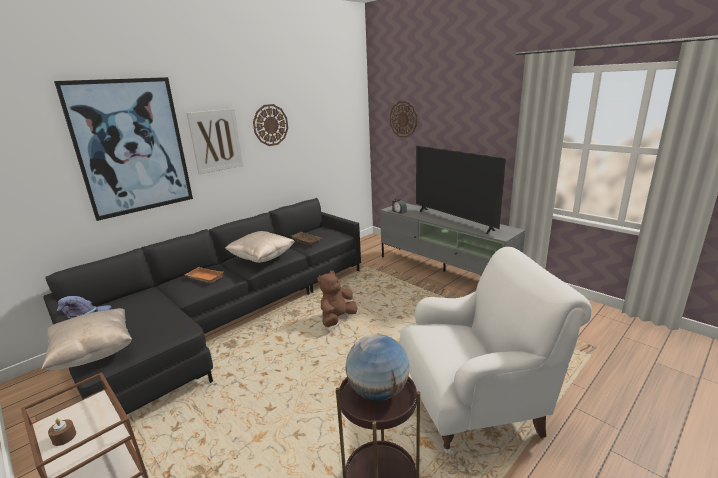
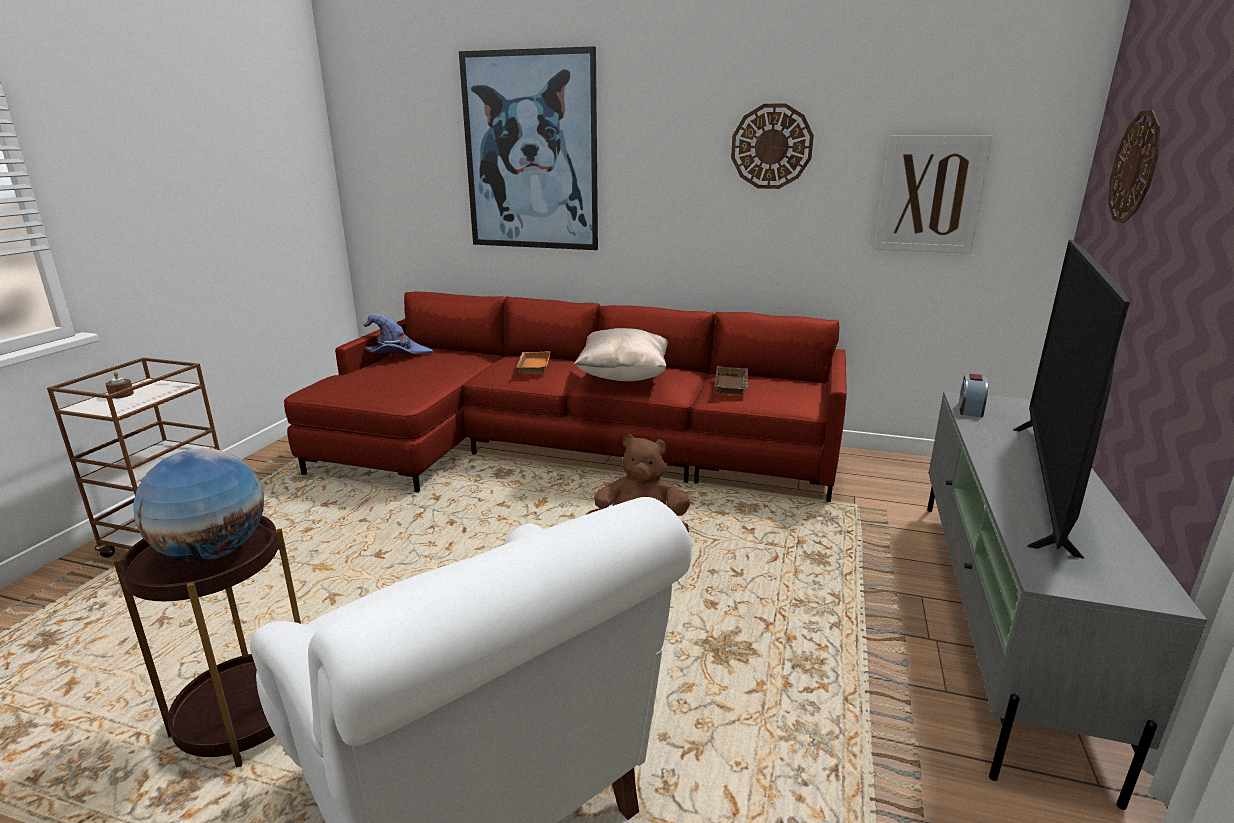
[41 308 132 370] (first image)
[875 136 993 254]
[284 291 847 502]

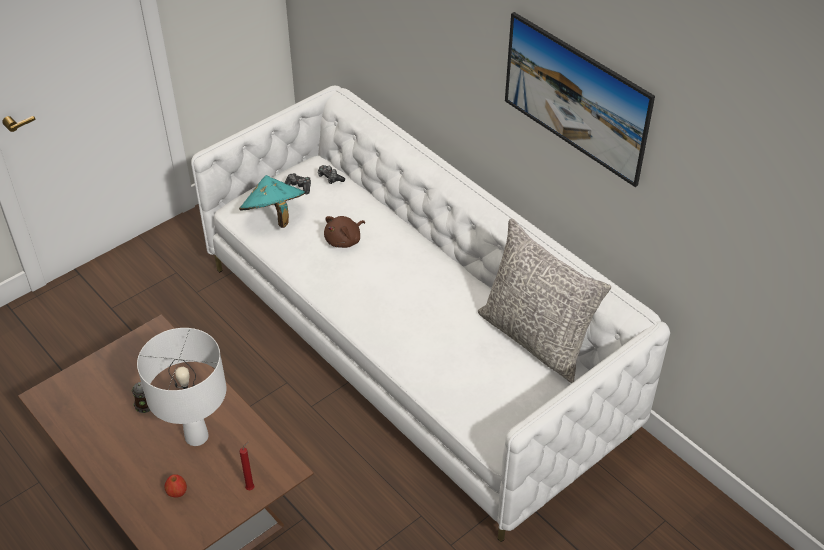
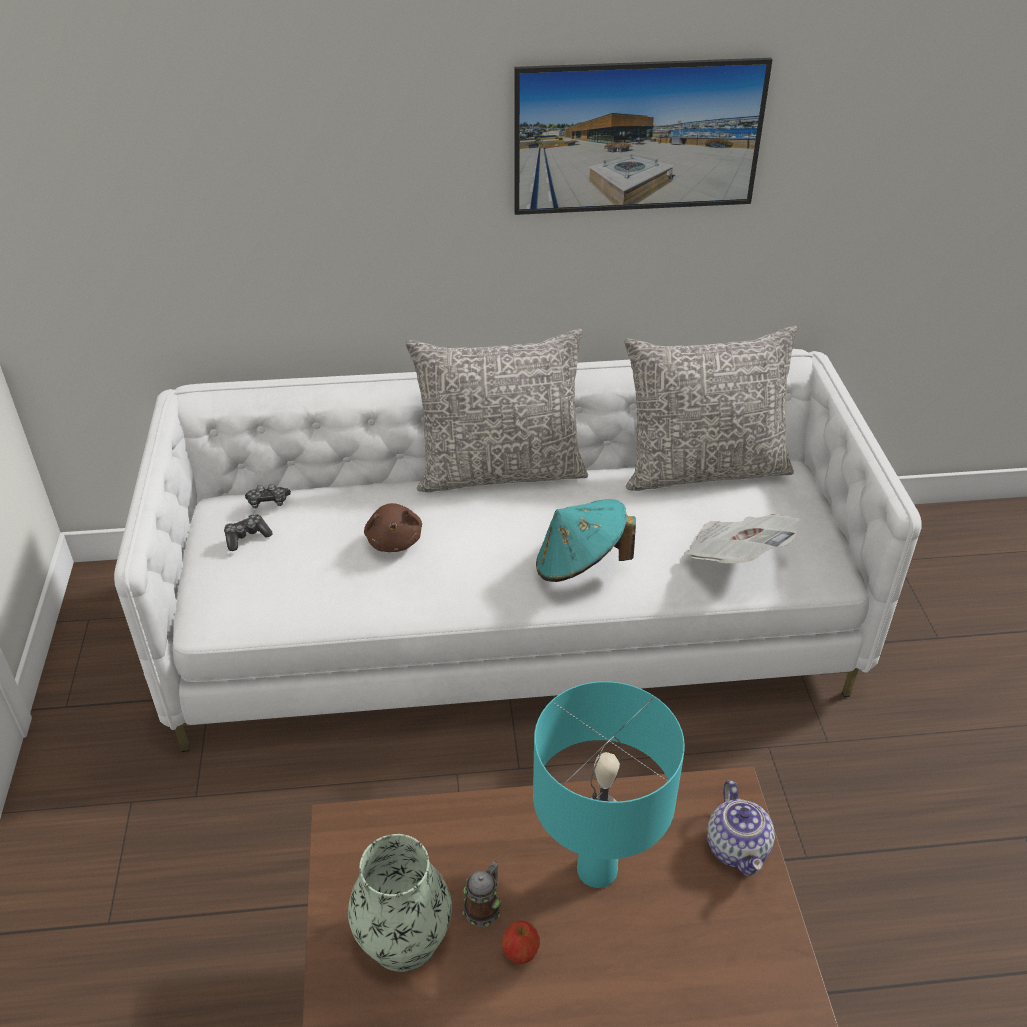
[348 834 452 972]
[406 328 588 492]
[683 514 799 564]
[502 921 540 964]
[536 499 636 582]
[707 780 775 876]
[533 681 685 888]

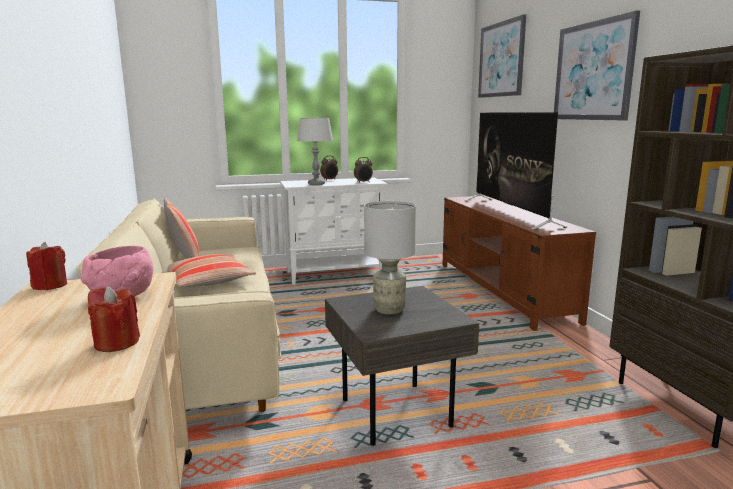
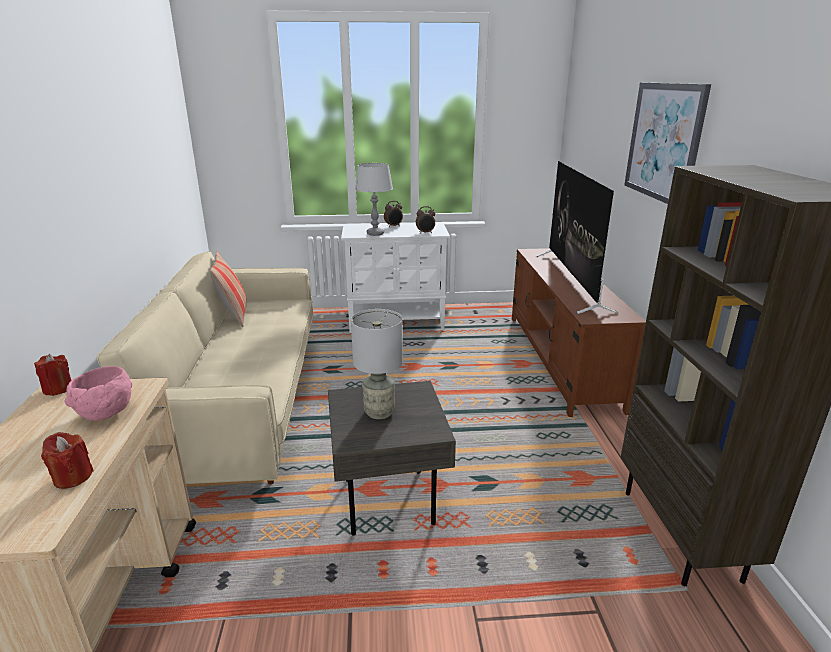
[168 254 256 287] (first image)
[478 14 526 98] (first image)

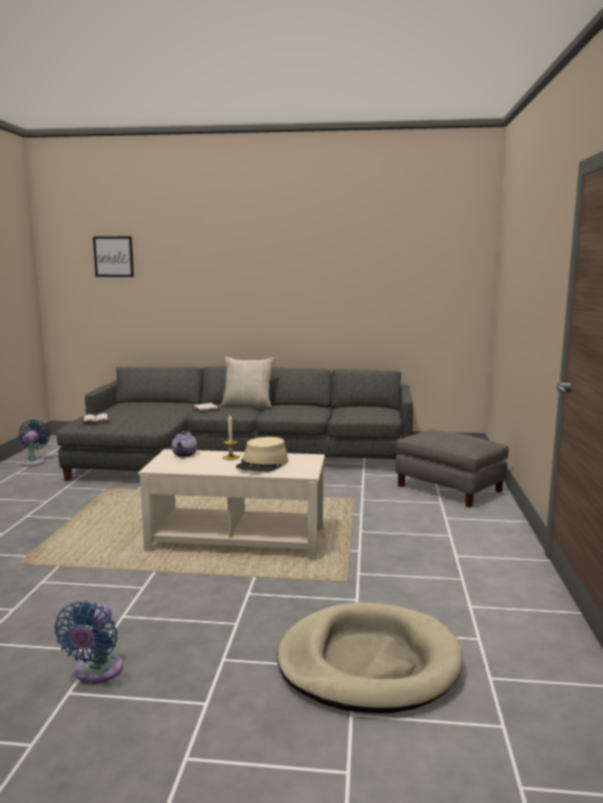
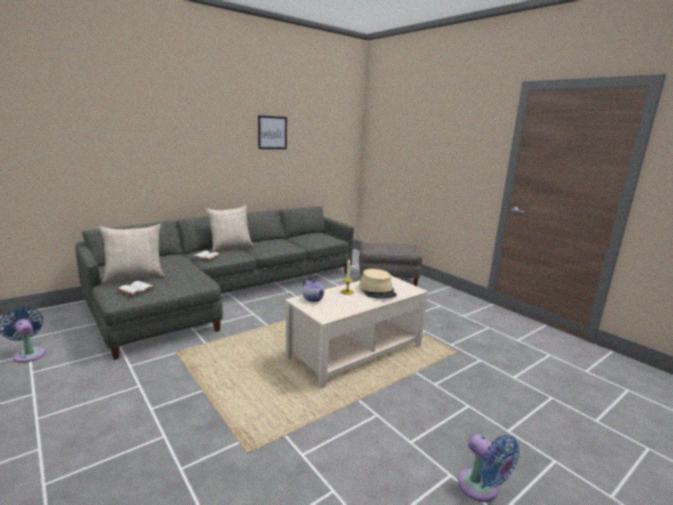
[277 602 463 714] (first image)
[99 224 165 283]
[258 115 287 149]

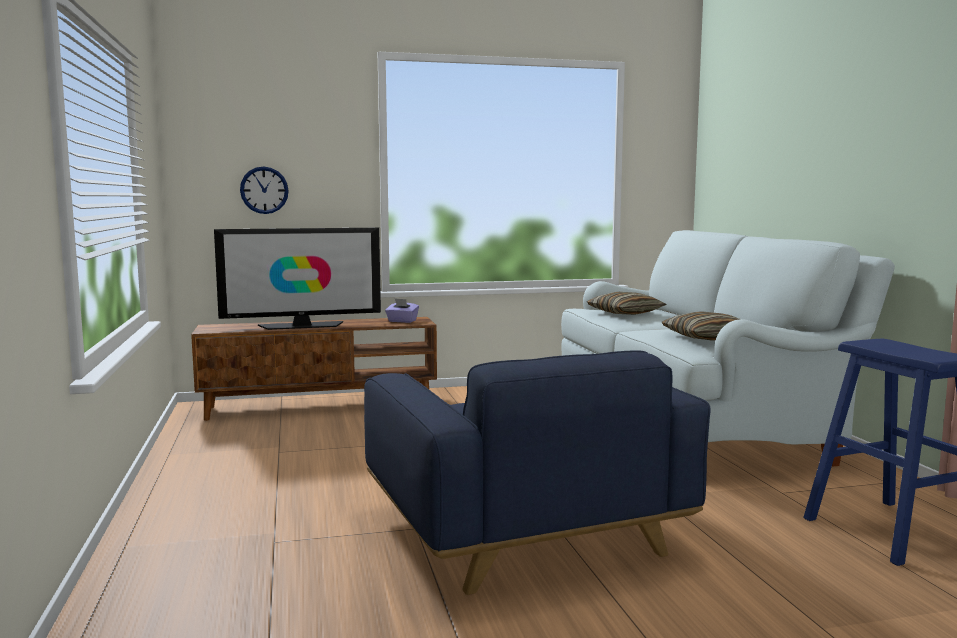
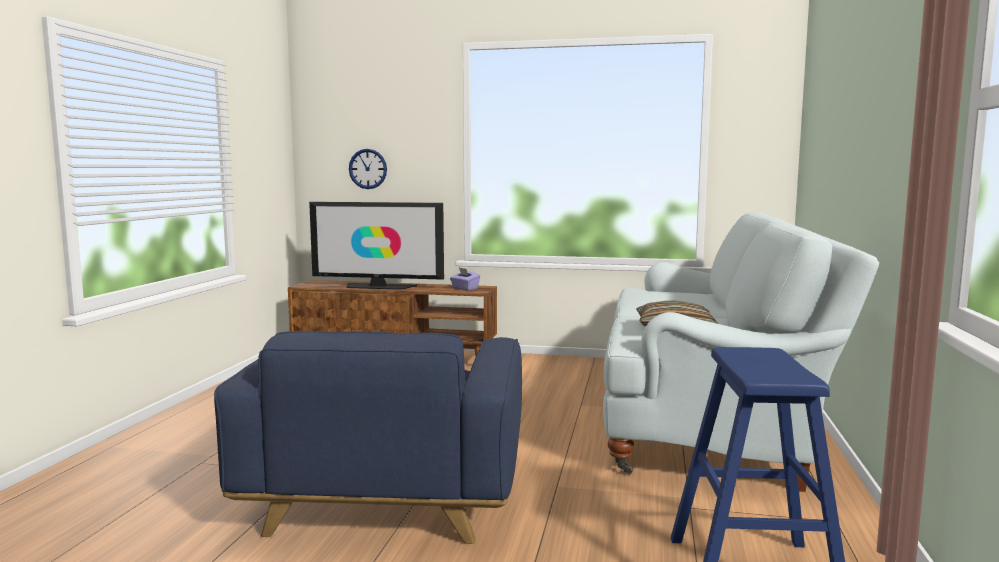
[587 292 667 315] (first image)

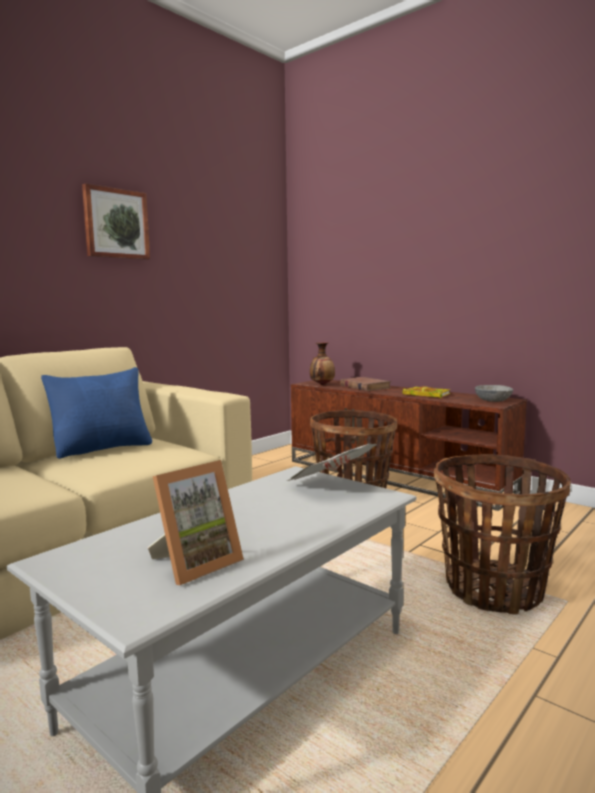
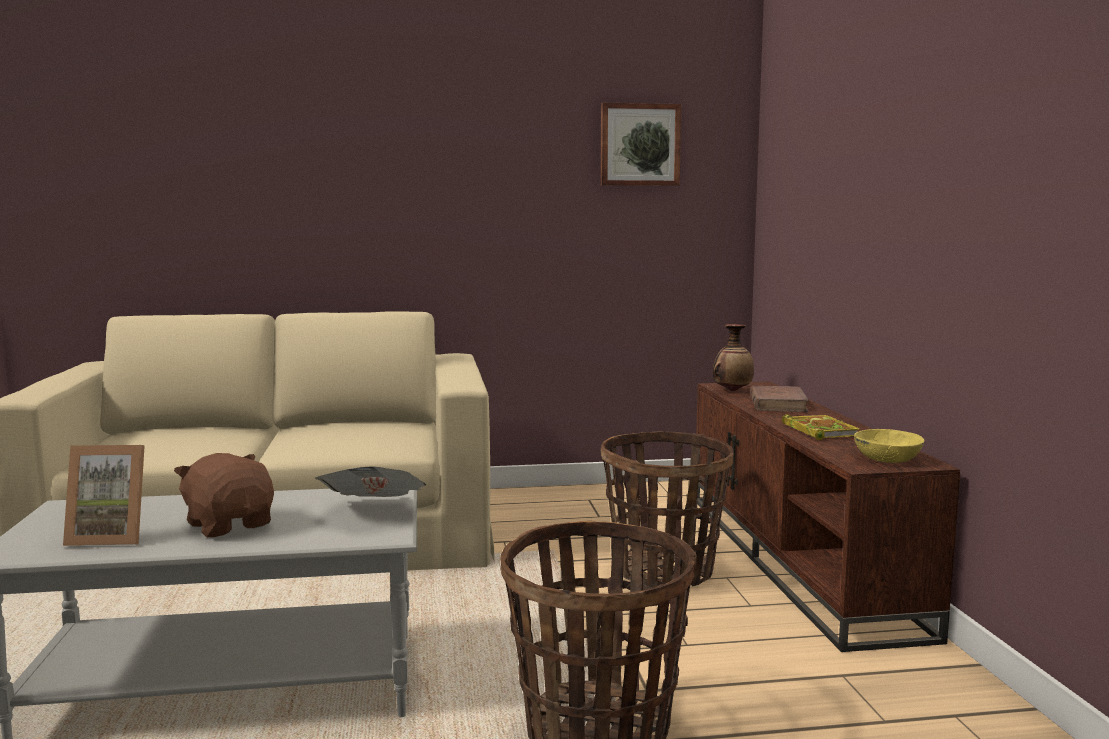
[41 367 152 459] (first image)
[174 453 274 537]
[600 103 681 186]
[854 429 924 463]

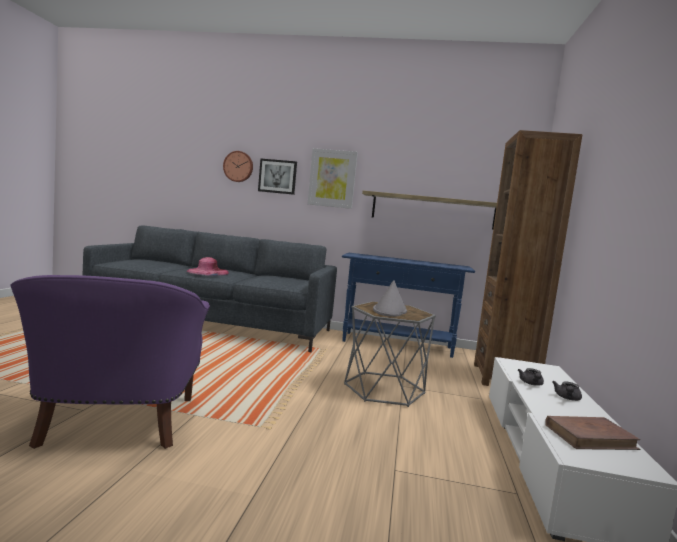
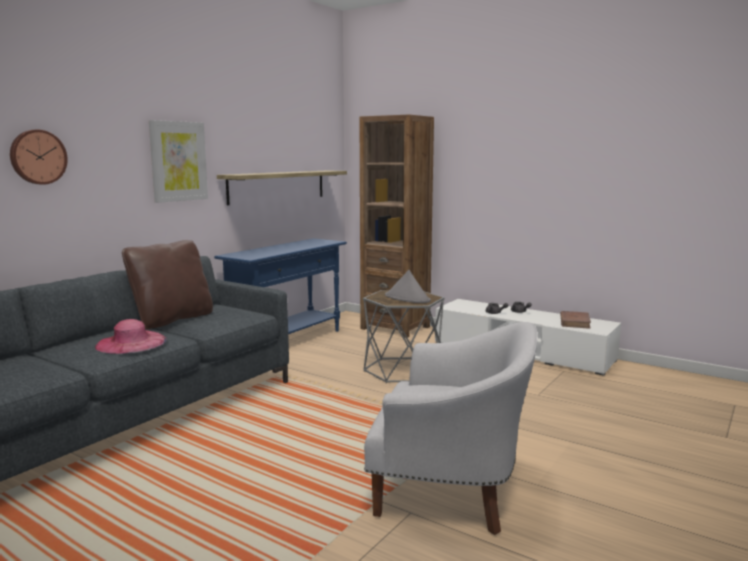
[258 158 297 195] (first image)
[122 240 213 329]
[364 322 538 535]

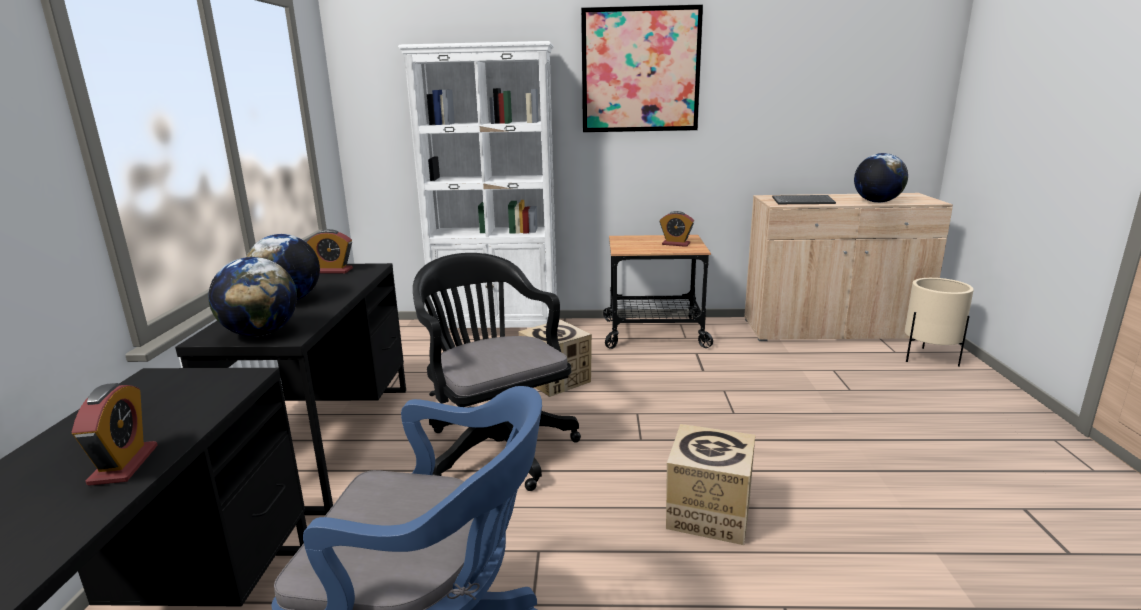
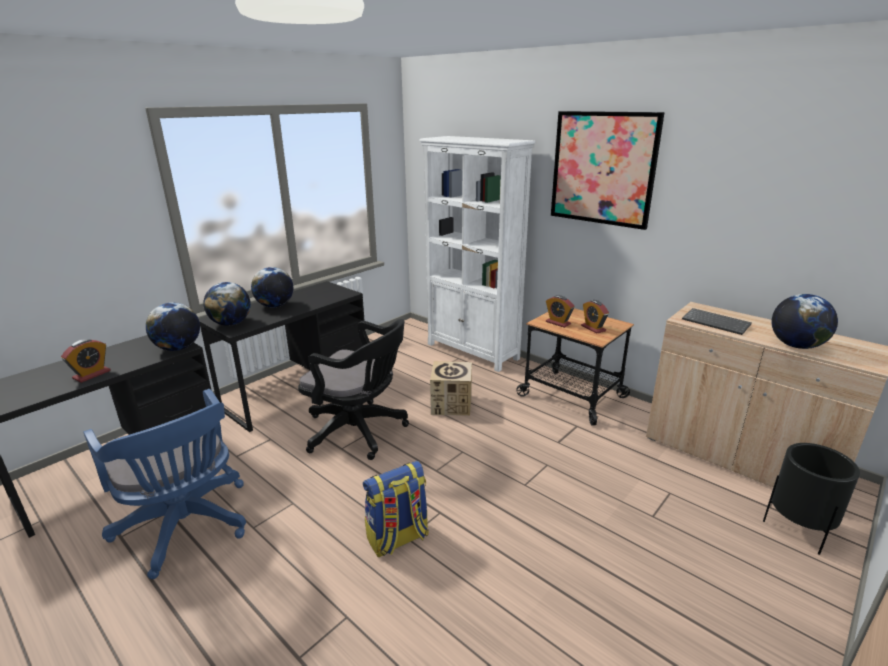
[146 303 200 351]
[546 295 574 328]
[363 461 429 557]
[763 443 860 555]
[298 319 409 460]

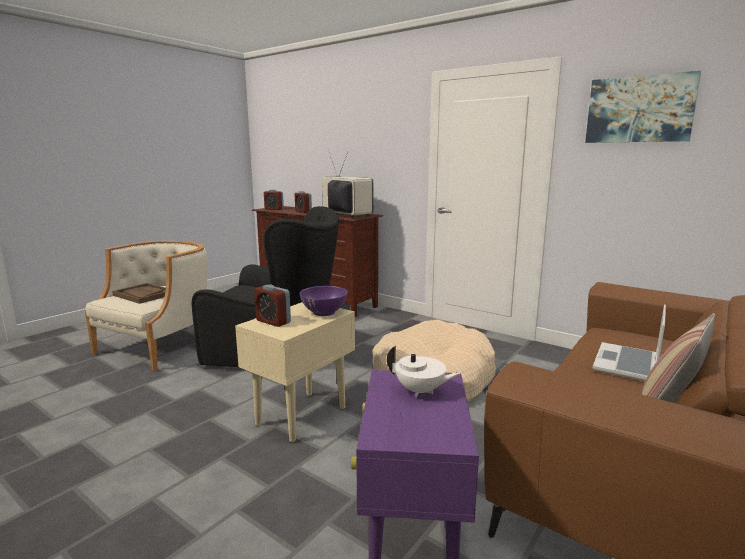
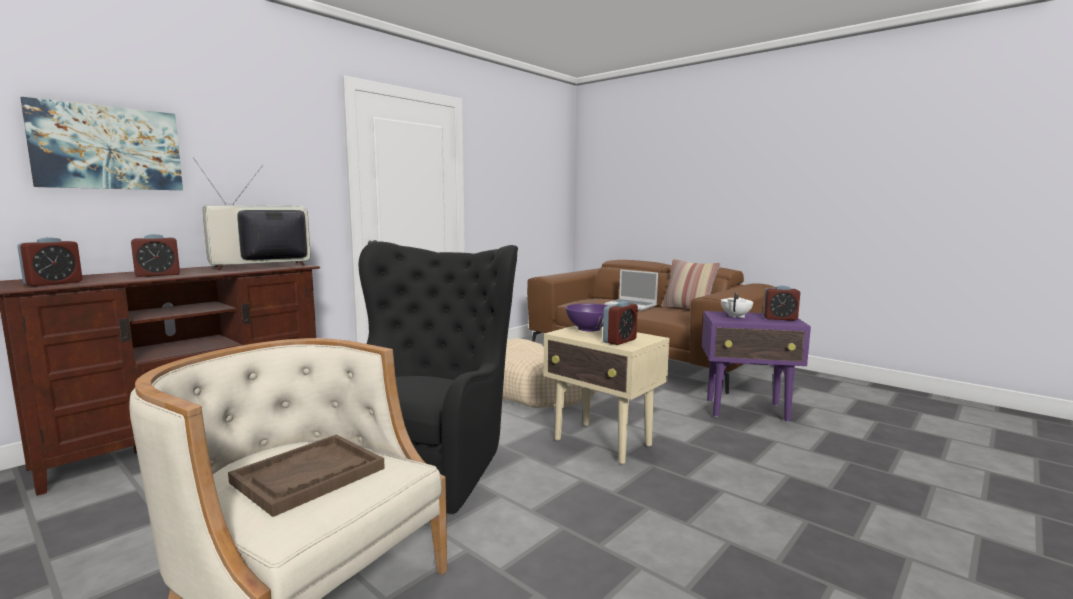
[763 285 800 320]
[20 97 183 190]

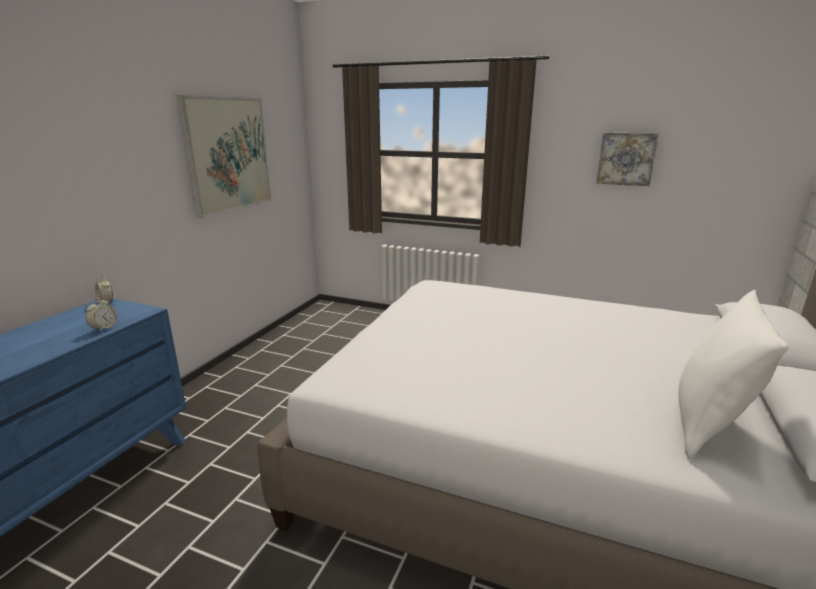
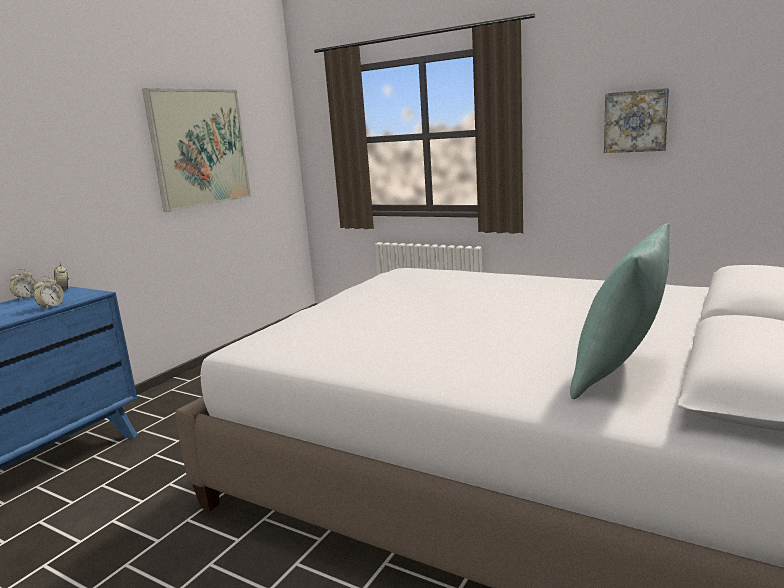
[10 269 37 300]
[570 223 670 399]

